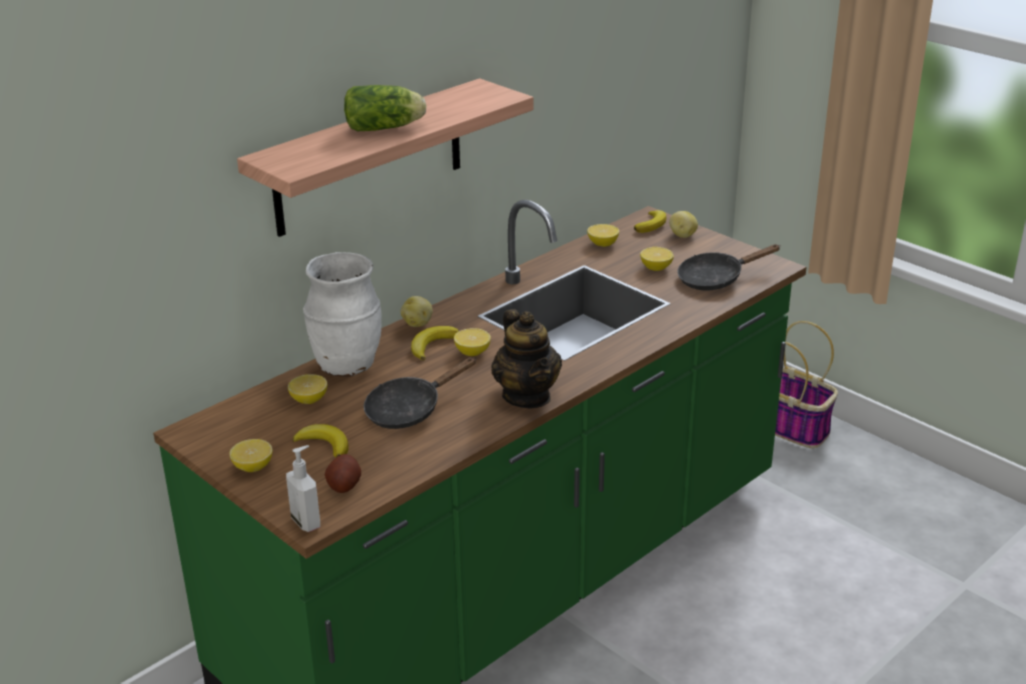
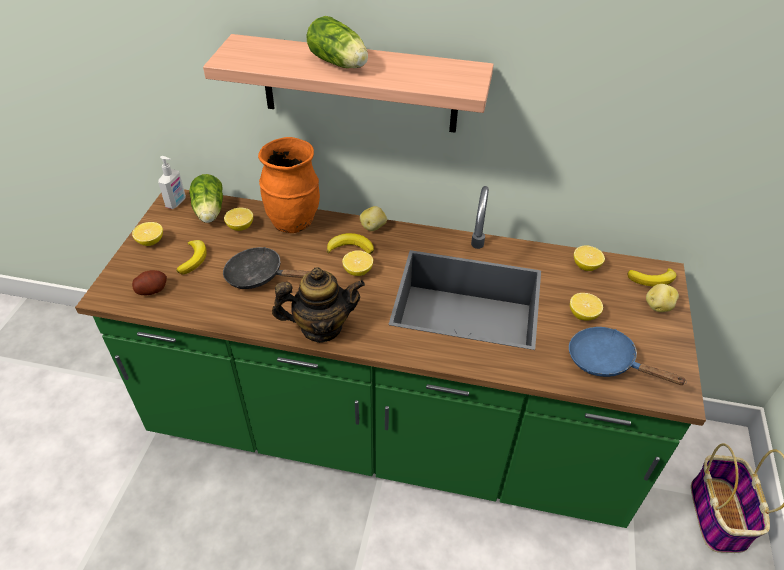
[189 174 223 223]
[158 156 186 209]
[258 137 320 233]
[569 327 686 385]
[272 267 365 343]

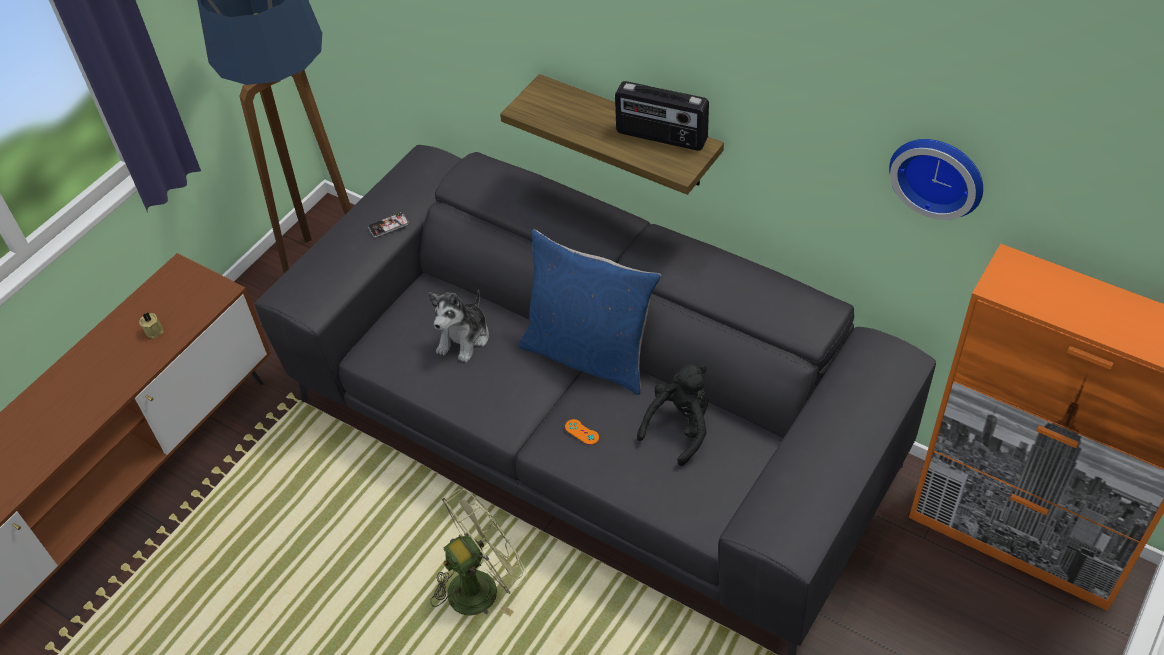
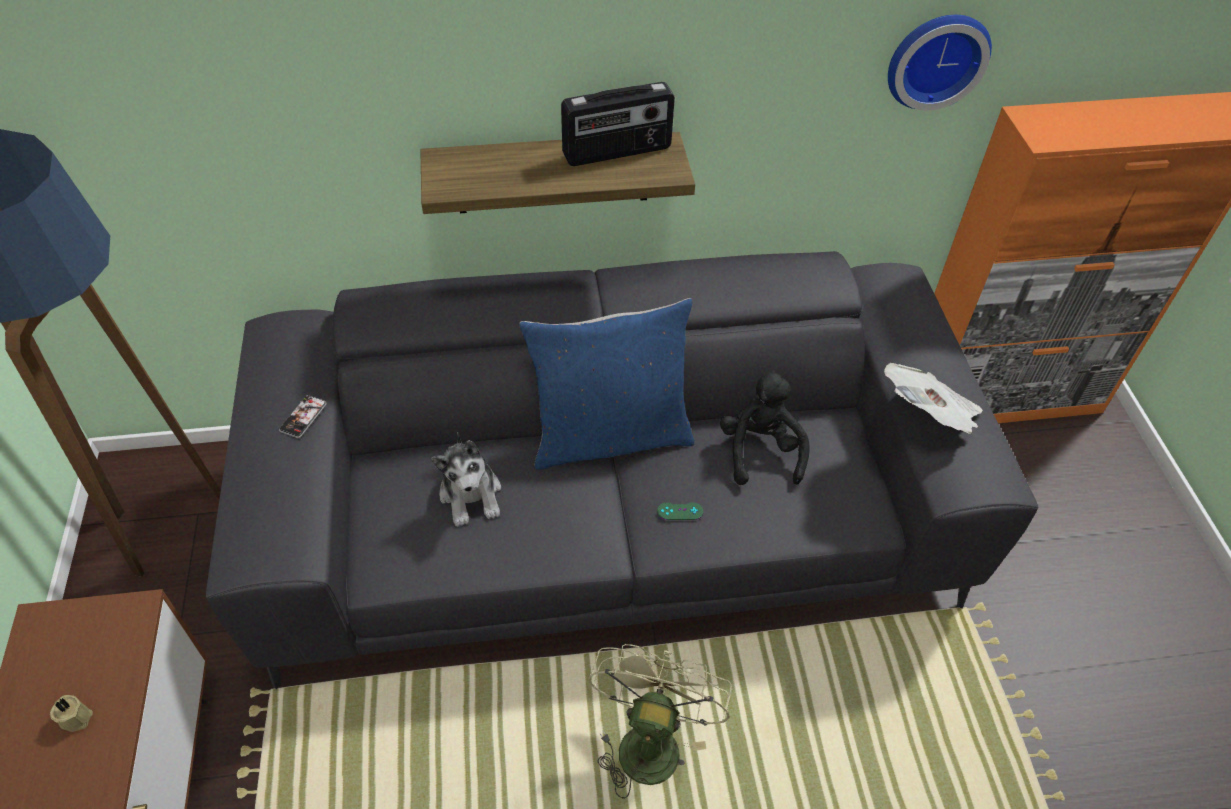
[884 363 982 434]
[657 502 703 520]

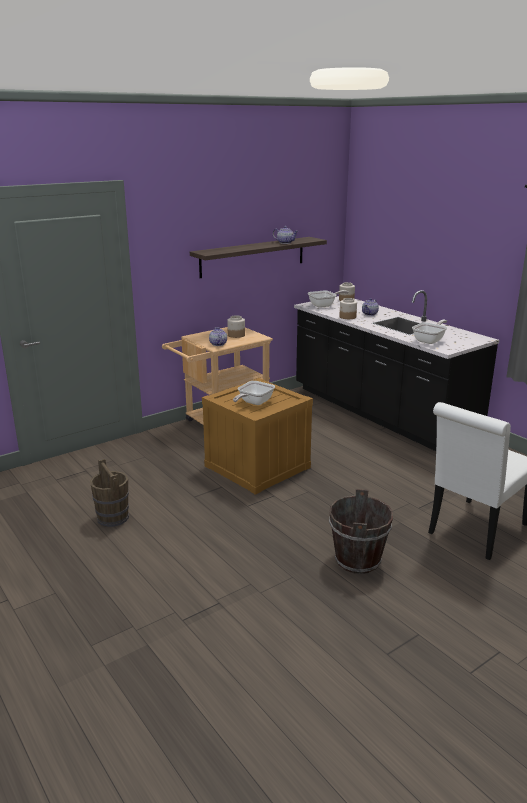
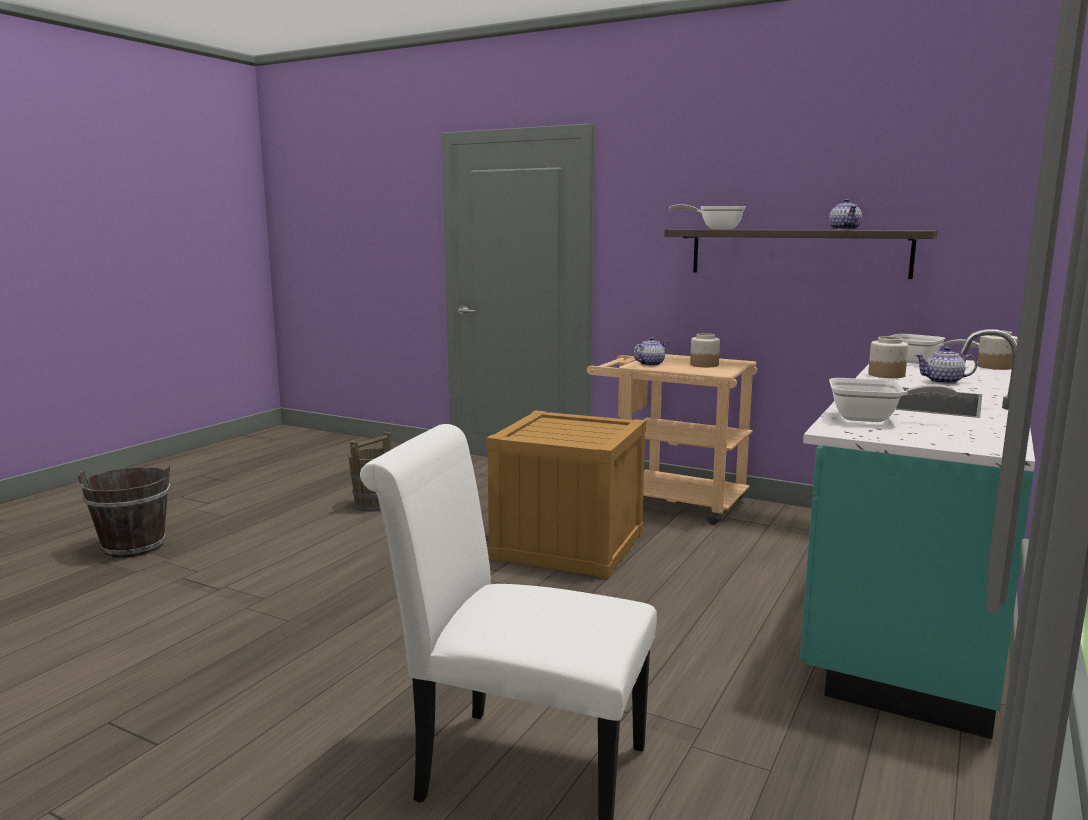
[669 204 746 229]
[77 464 170 558]
[800 329 1035 739]

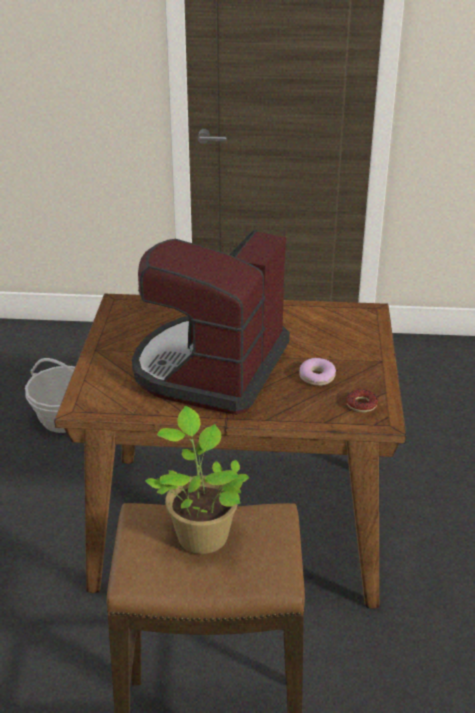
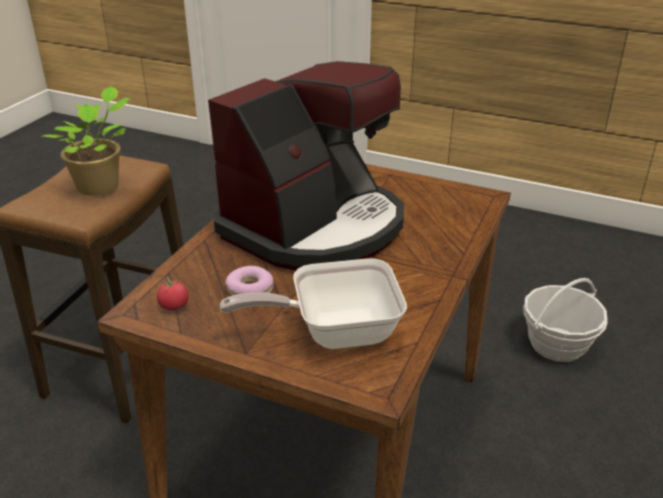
[220 258 407 349]
[157 277 189 310]
[208 61 404 271]

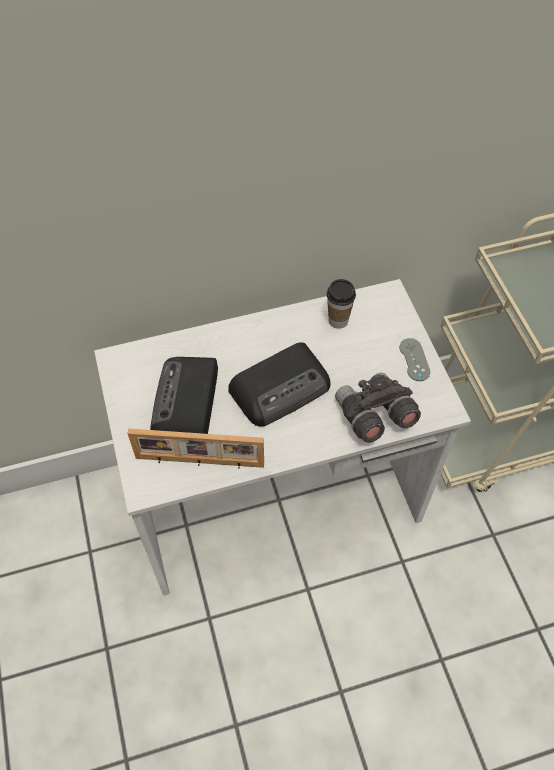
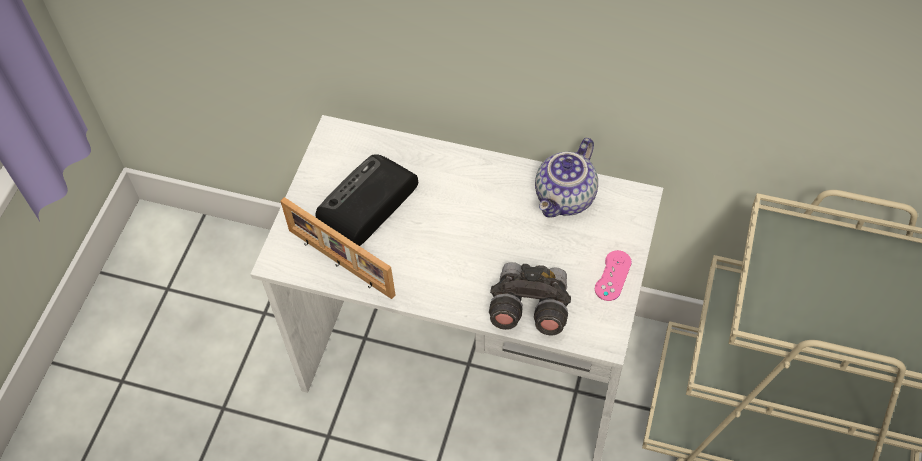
[228 342 331 427] (first image)
[535 138 598 218]
[595 250 632 301]

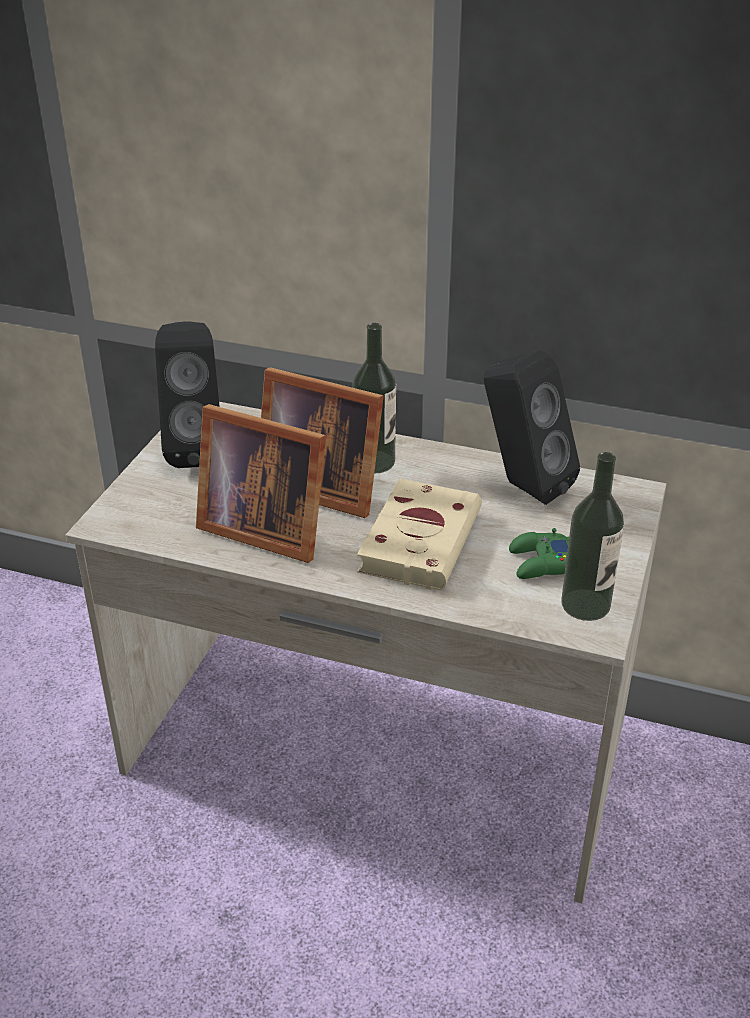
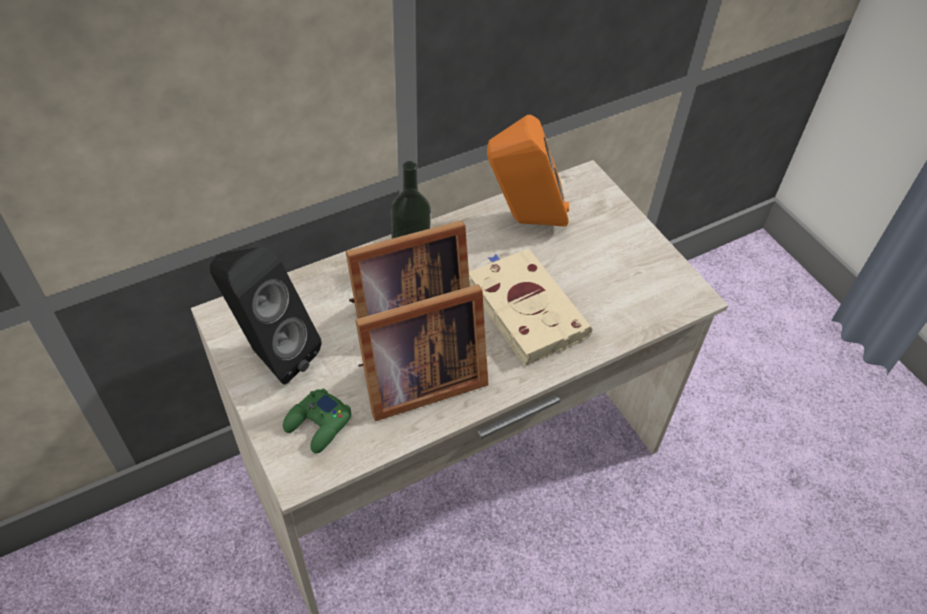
[561 452 624 621] (first image)
[283 388 351 454]
[487 115 569 227]

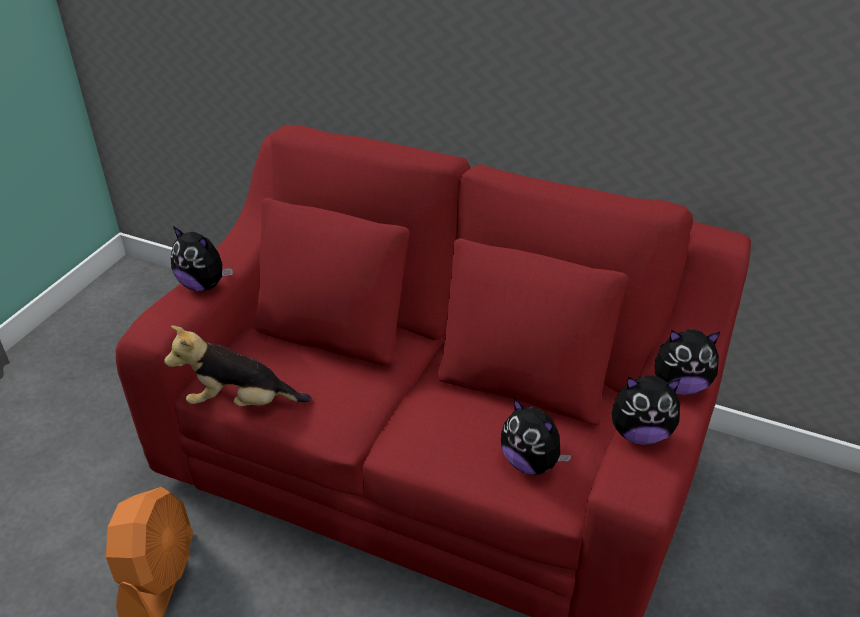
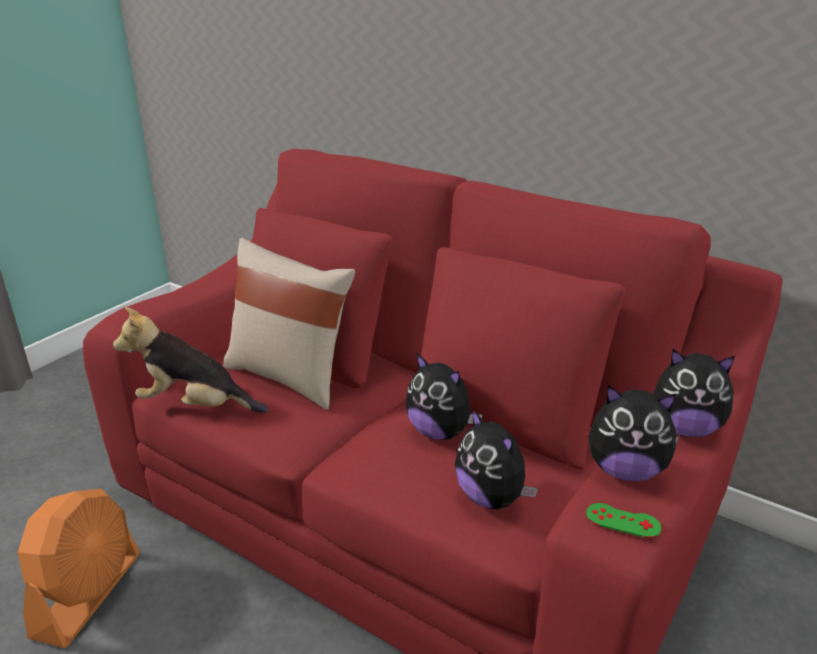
[223 238 355 410]
[586 503 661 538]
[406 353 483 440]

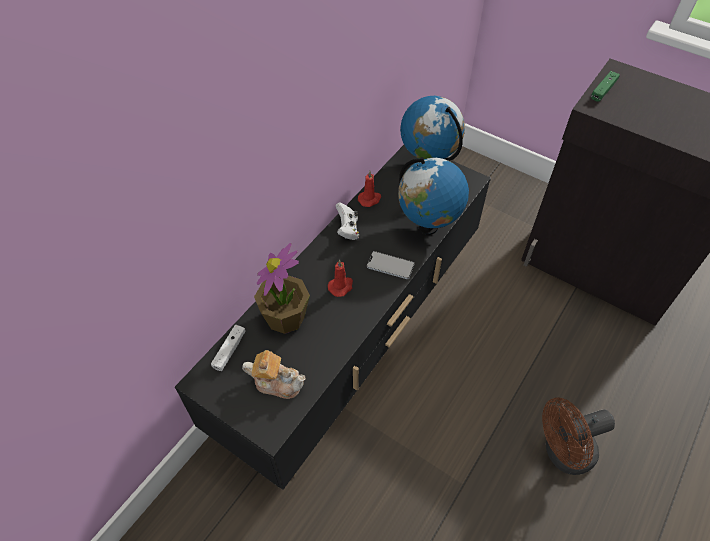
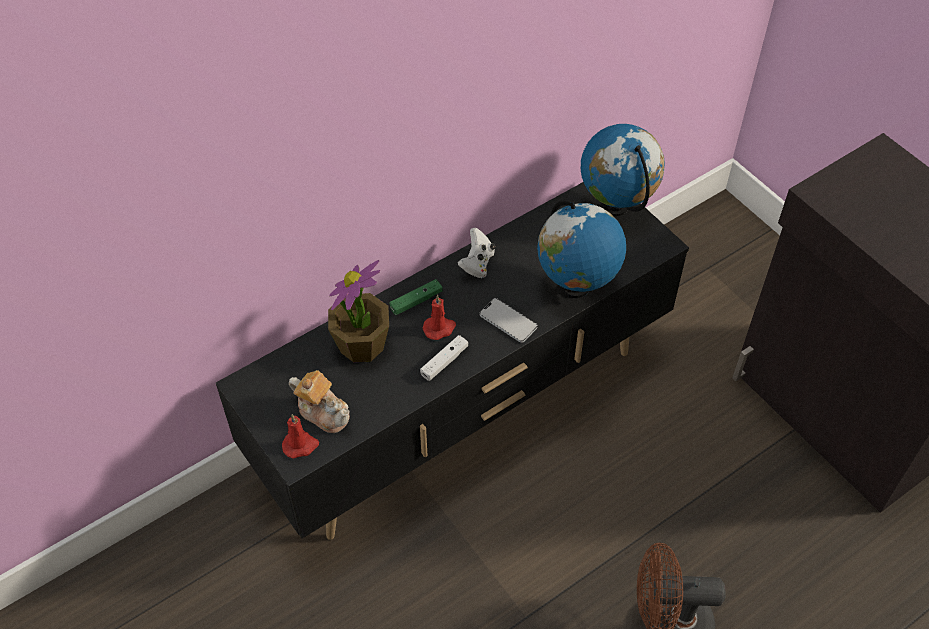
[420 335 469 381]
[282 414 319 459]
[390 279 443 315]

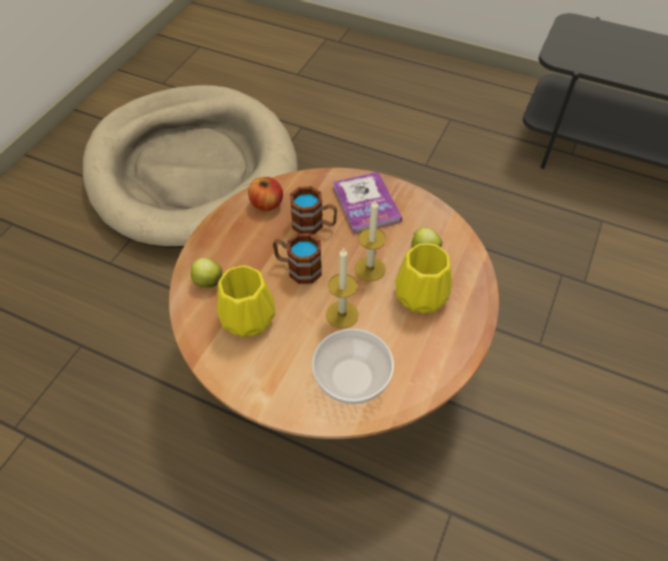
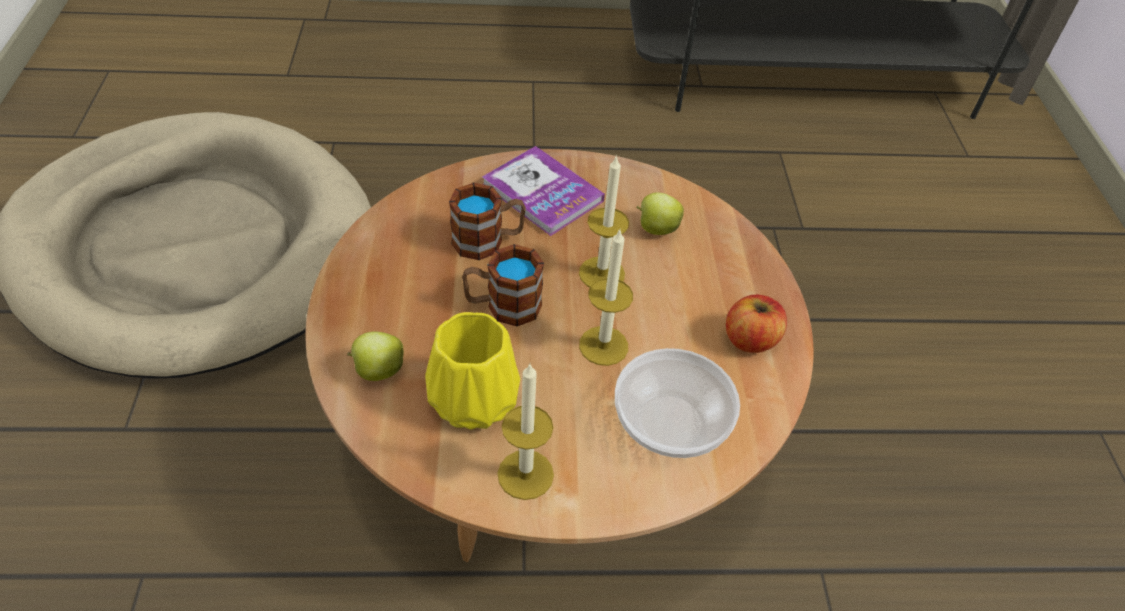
[395 243 452 314] (first image)
[497 364 554 500]
[726 295 787 353]

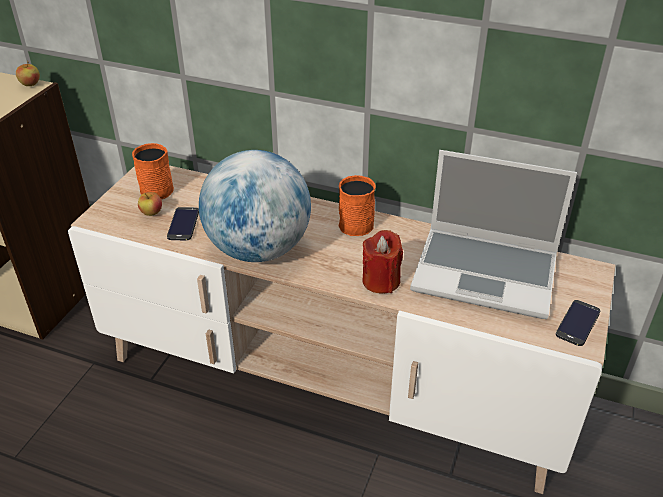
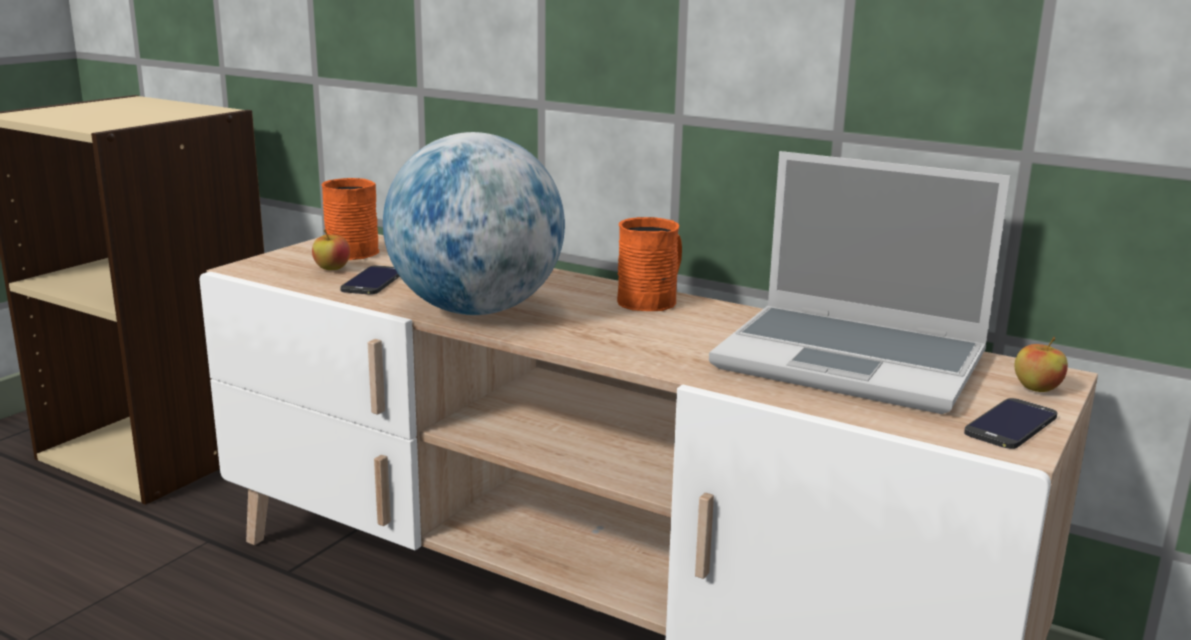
[362 230 403 294] (first image)
[1015 337 1068 392]

